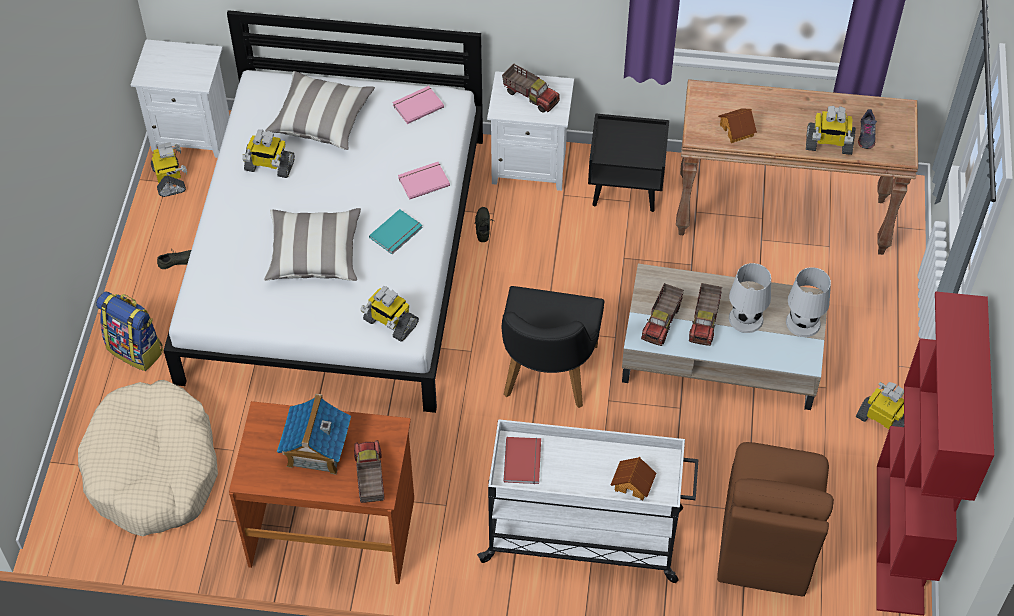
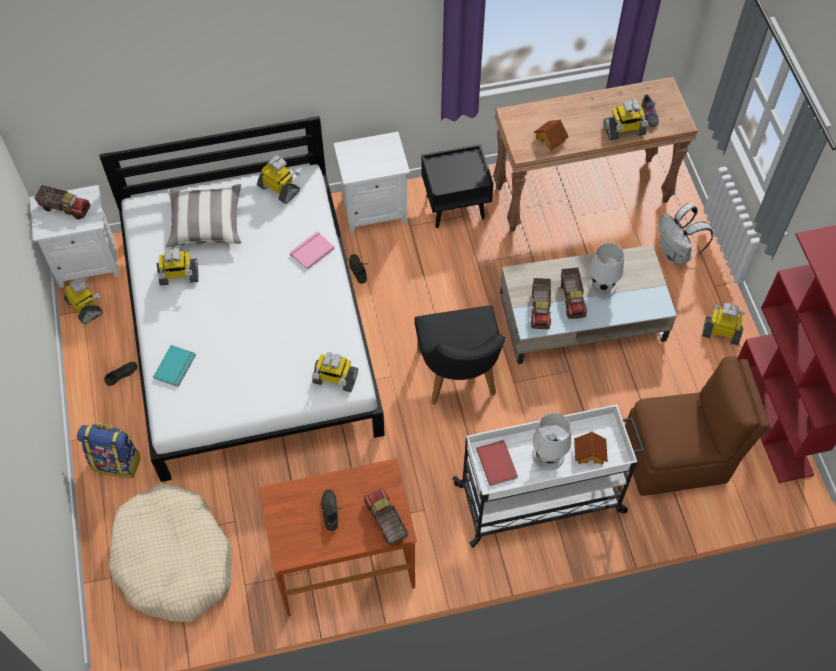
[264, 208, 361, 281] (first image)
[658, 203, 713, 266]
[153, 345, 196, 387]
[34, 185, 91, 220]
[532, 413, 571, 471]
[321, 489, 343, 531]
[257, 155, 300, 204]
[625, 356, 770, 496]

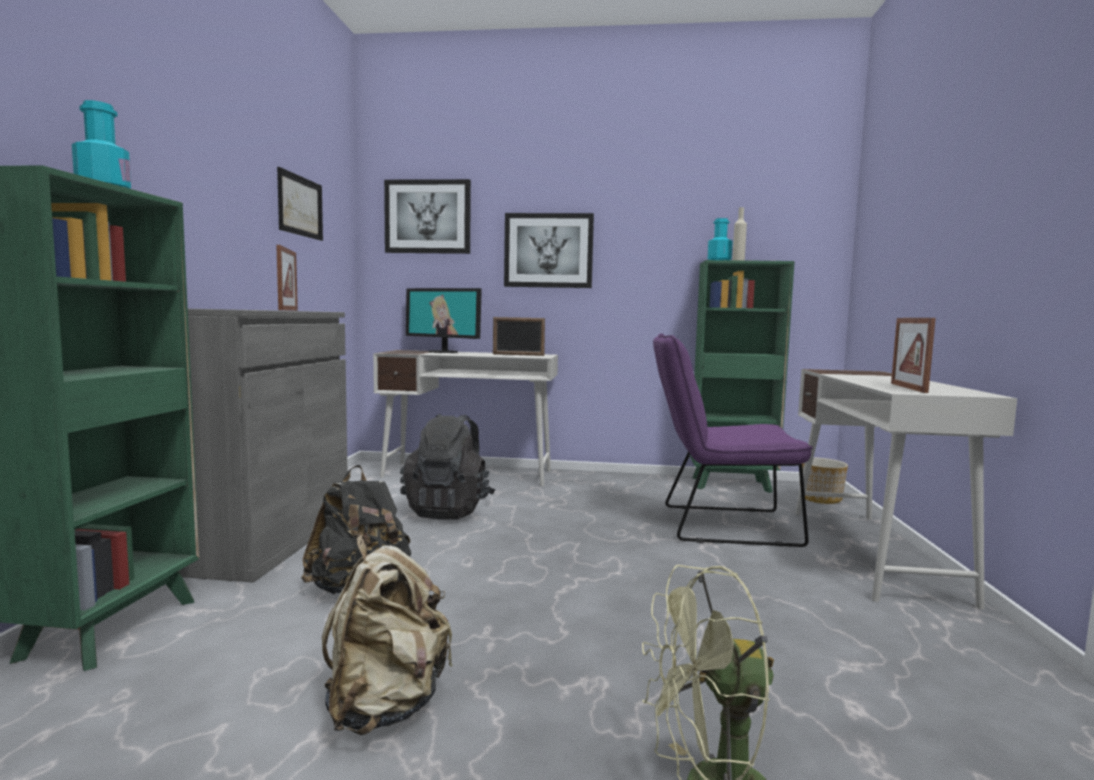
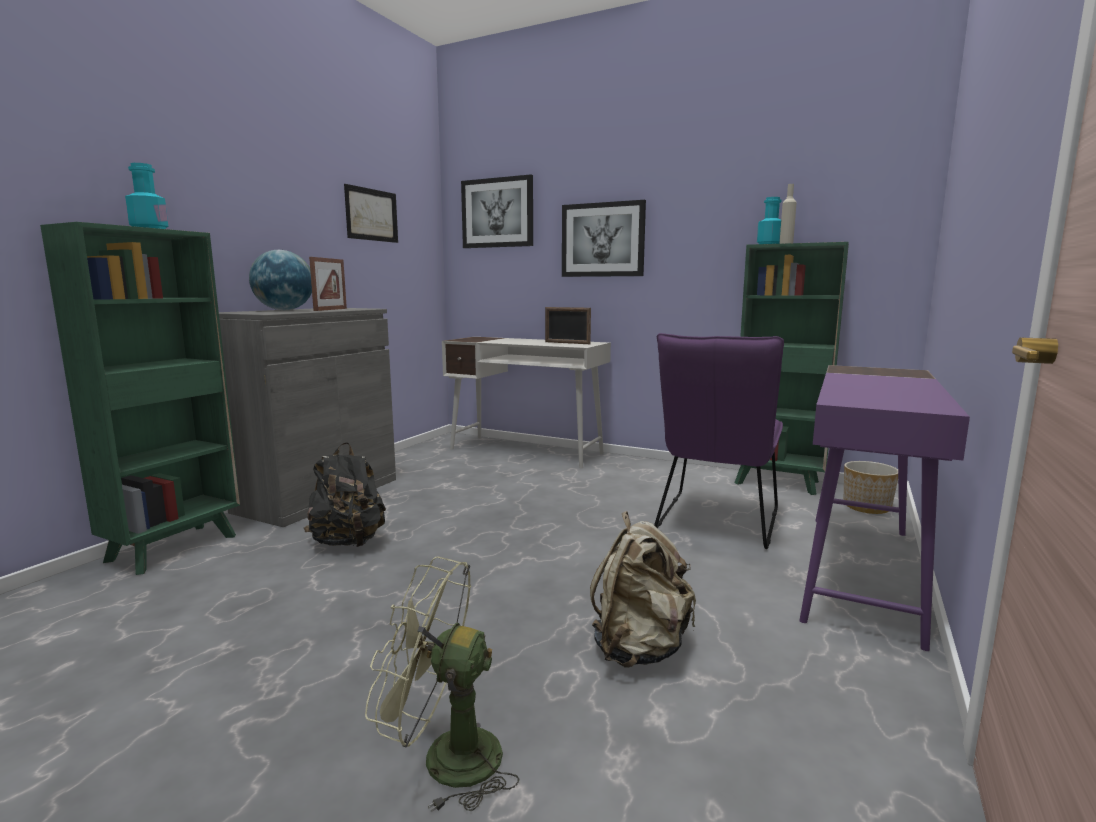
[400, 414, 495, 520] (first image)
[406, 288, 482, 353] (first image)
[891, 318, 936, 393] (first image)
[249, 250, 312, 310]
[590, 511, 696, 668]
[799, 365, 970, 651]
[654, 333, 784, 549]

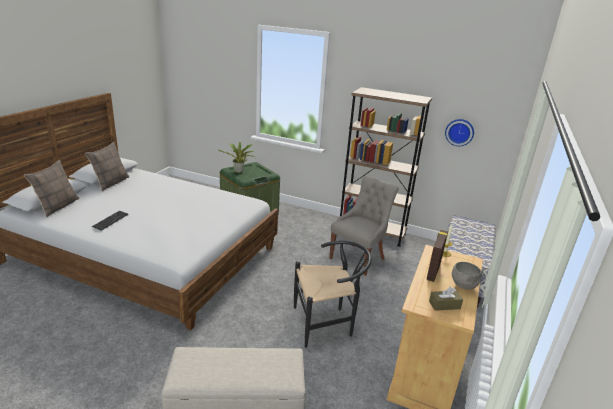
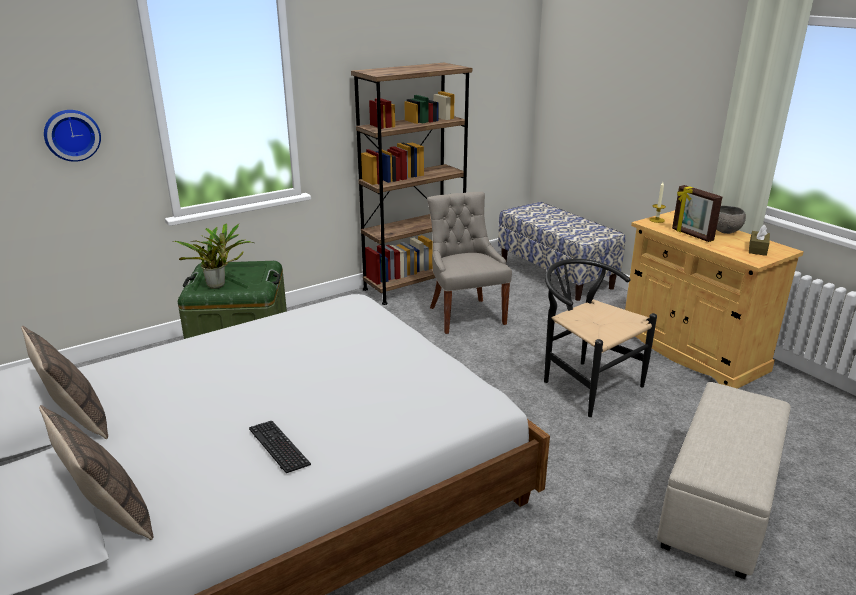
[44, 110, 101, 162]
[544, 259, 657, 417]

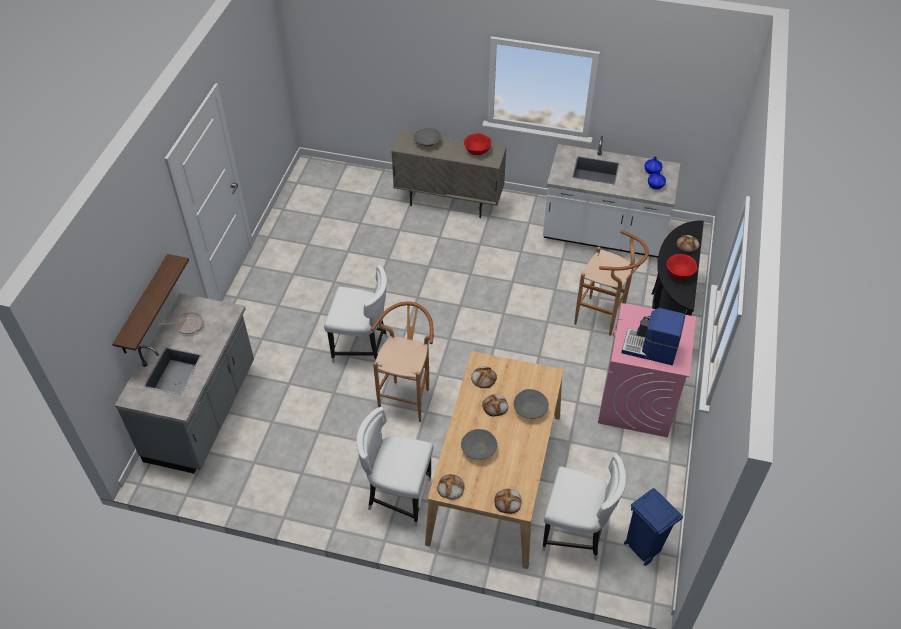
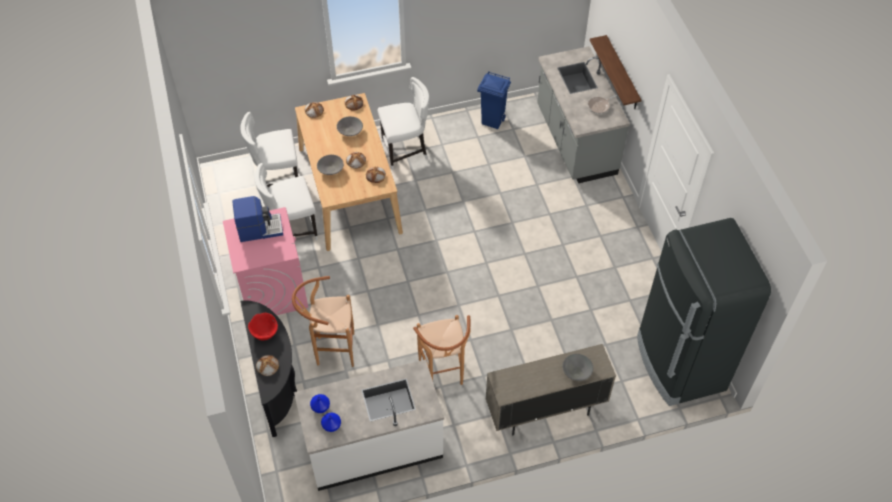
[464, 133, 491, 155] (first image)
[637, 218, 771, 406]
[254, 163, 318, 240]
[413, 315, 471, 385]
[477, 71, 511, 129]

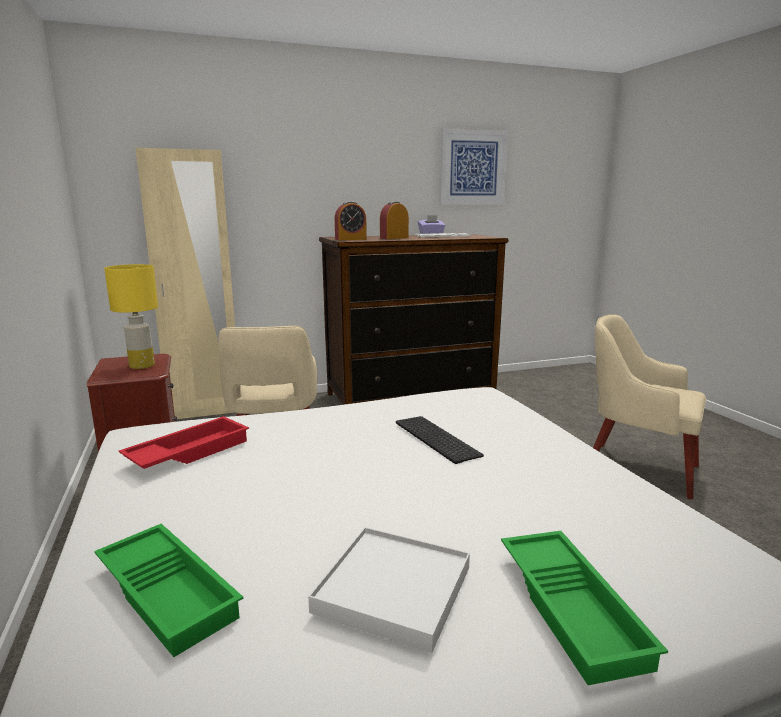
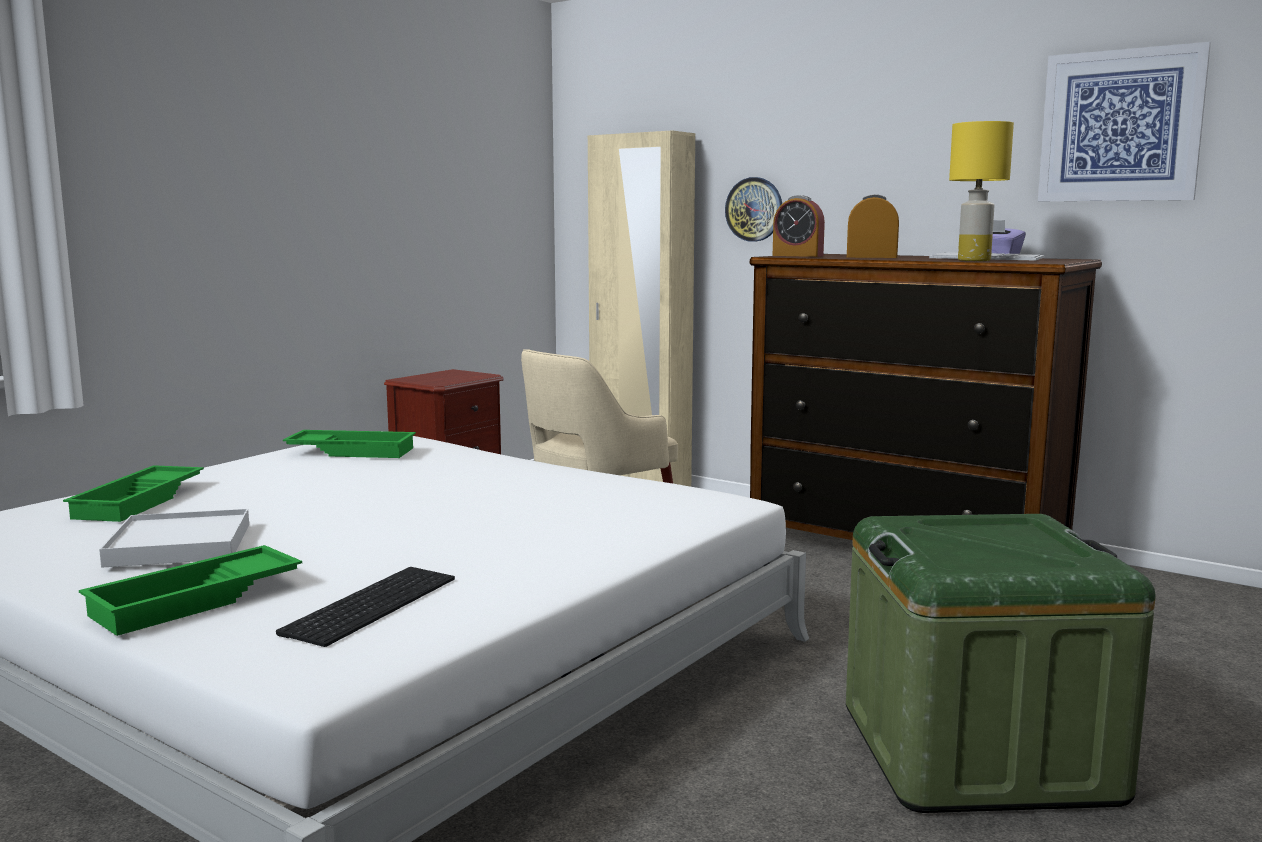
[725, 177, 782, 242]
[949, 121, 1014, 261]
[276, 567, 455, 647]
[846, 514, 1155, 813]
[283, 430, 416, 458]

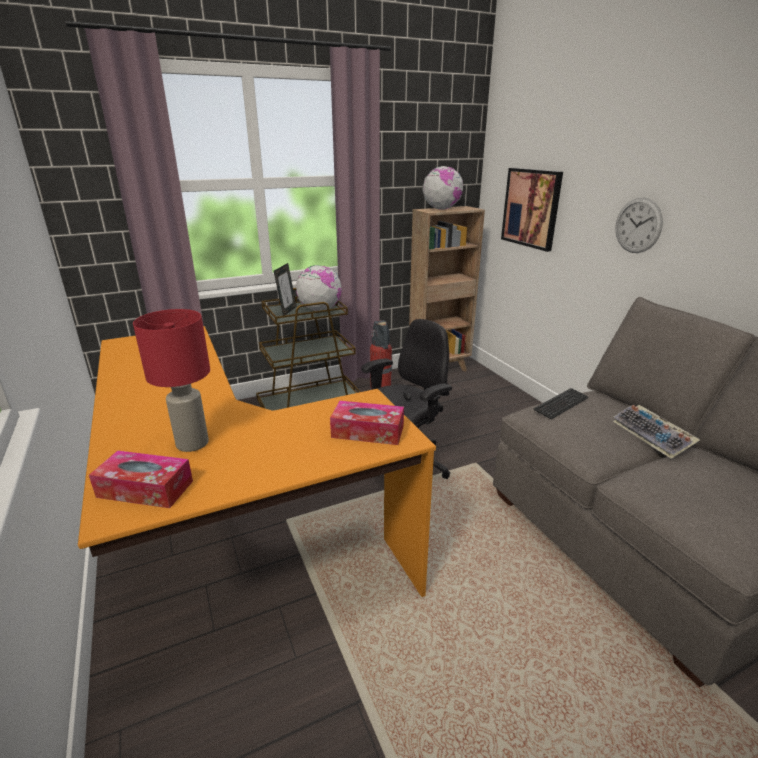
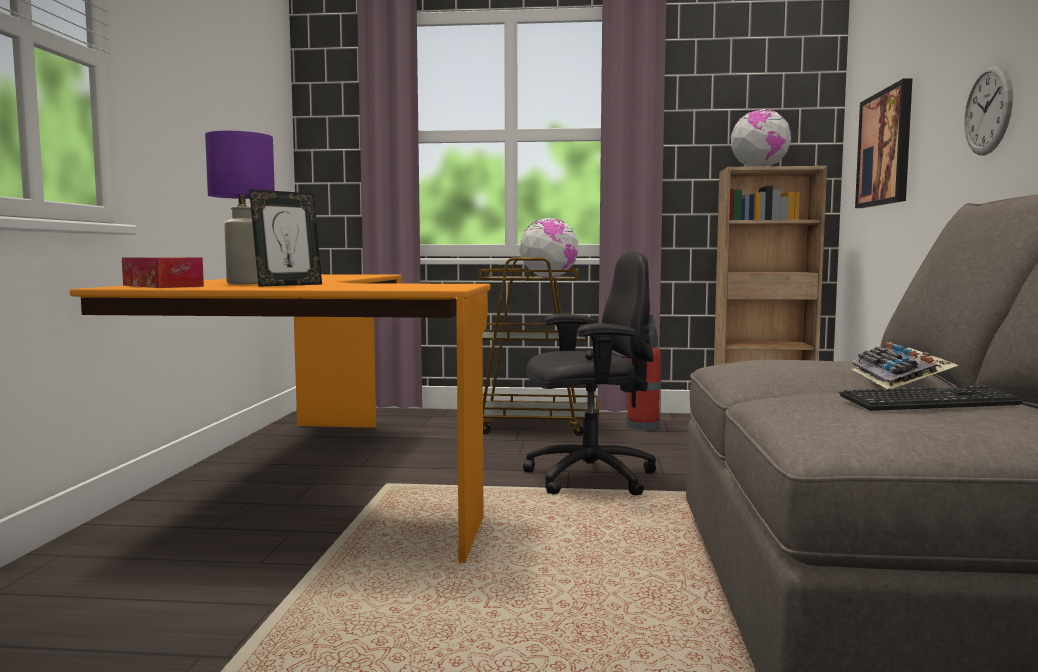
[330, 401, 404, 445] (first image)
[249, 189, 322, 287]
[839, 385, 1023, 411]
[205, 131, 275, 284]

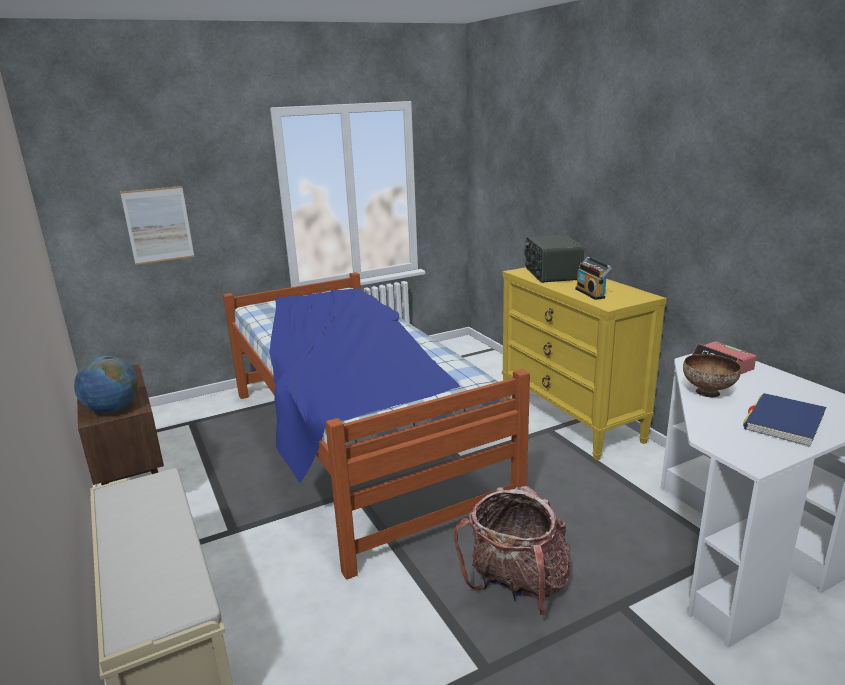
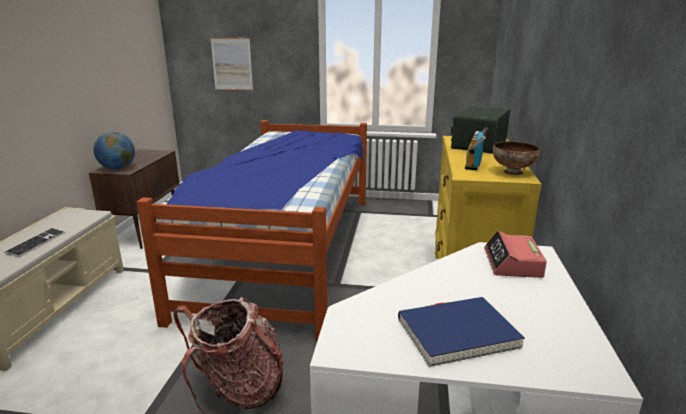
[4, 228, 65, 257]
[493, 141, 540, 175]

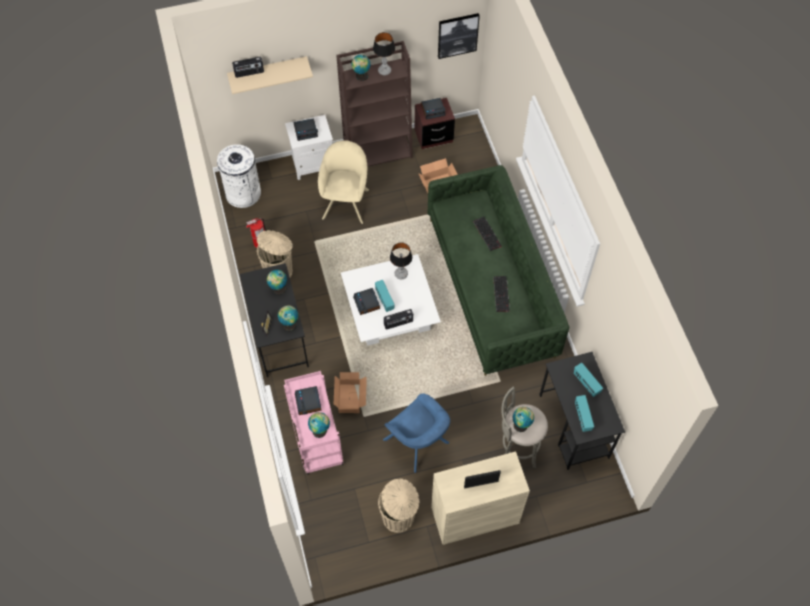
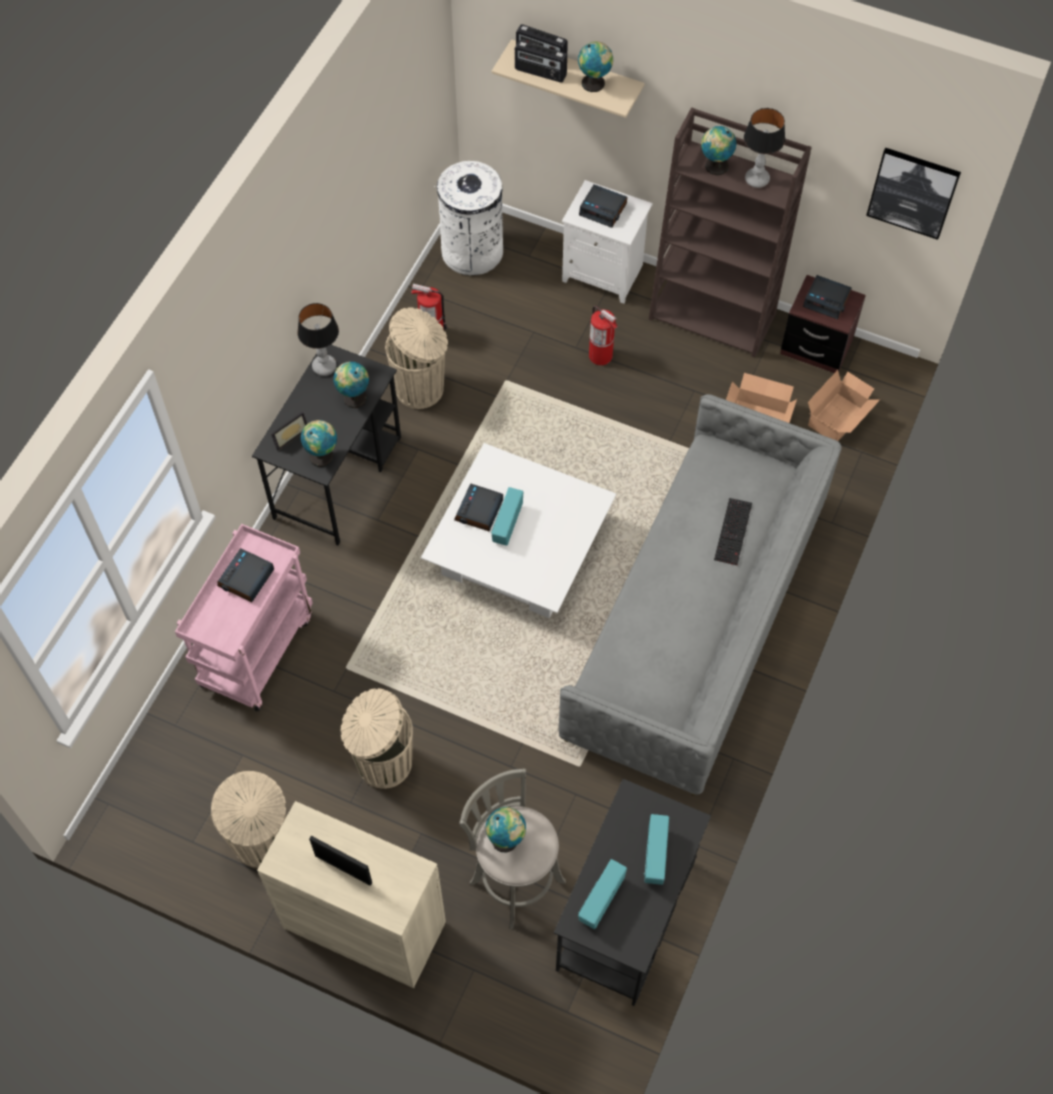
[493, 276, 510, 312] (first image)
[578, 41, 613, 92]
[808, 370, 880, 441]
[515, 40, 567, 83]
[297, 303, 339, 376]
[589, 306, 618, 365]
[341, 688, 413, 789]
[558, 394, 842, 796]

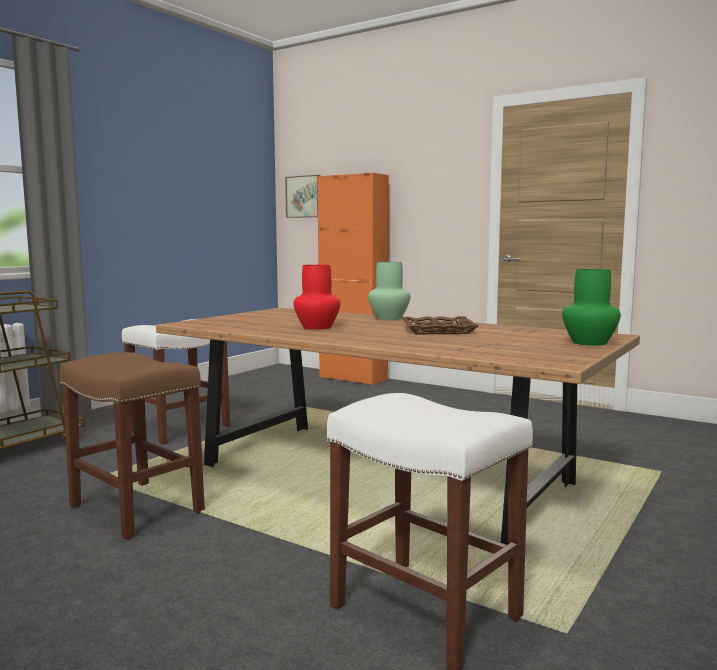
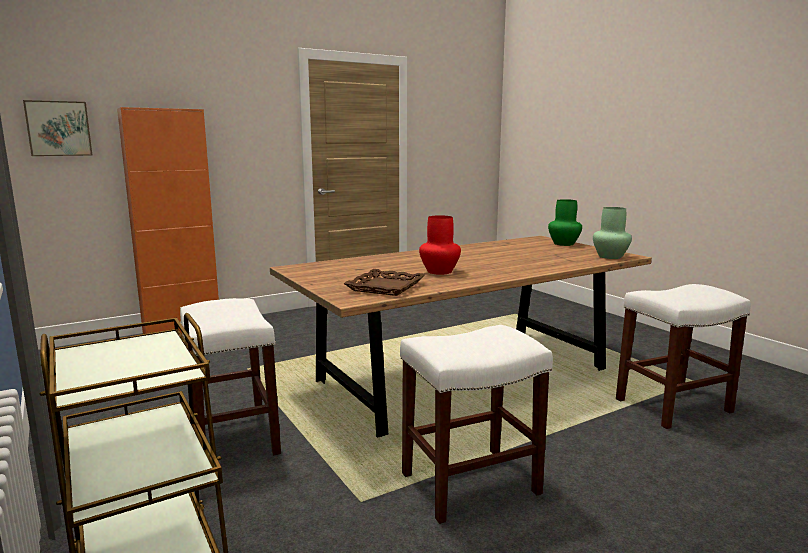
[593, 207, 632, 259]
[343, 269, 425, 296]
[400, 325, 553, 524]

